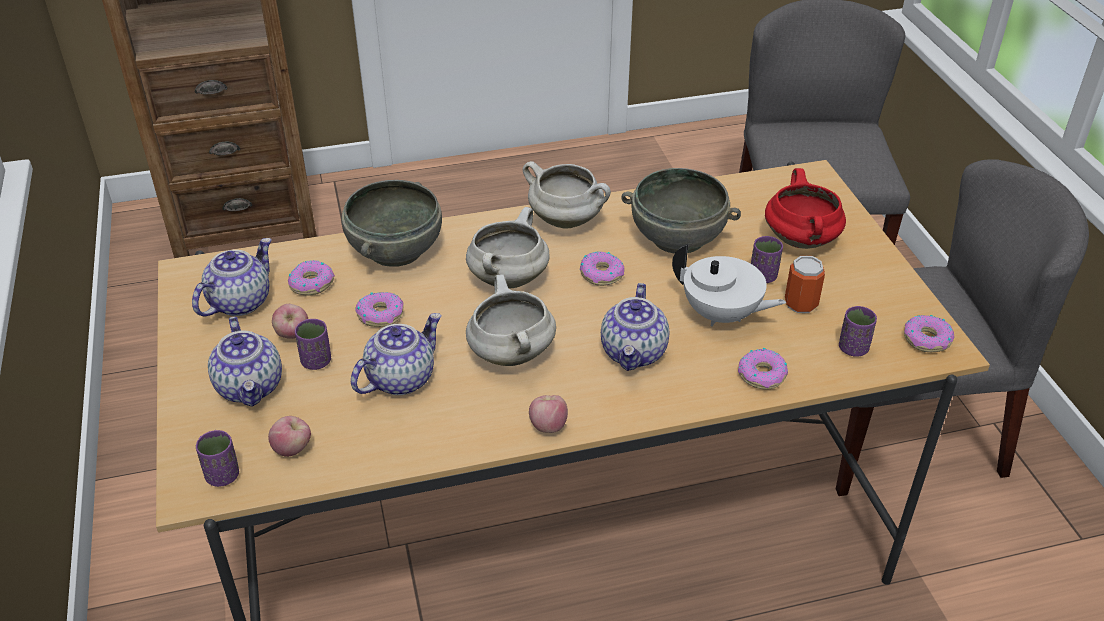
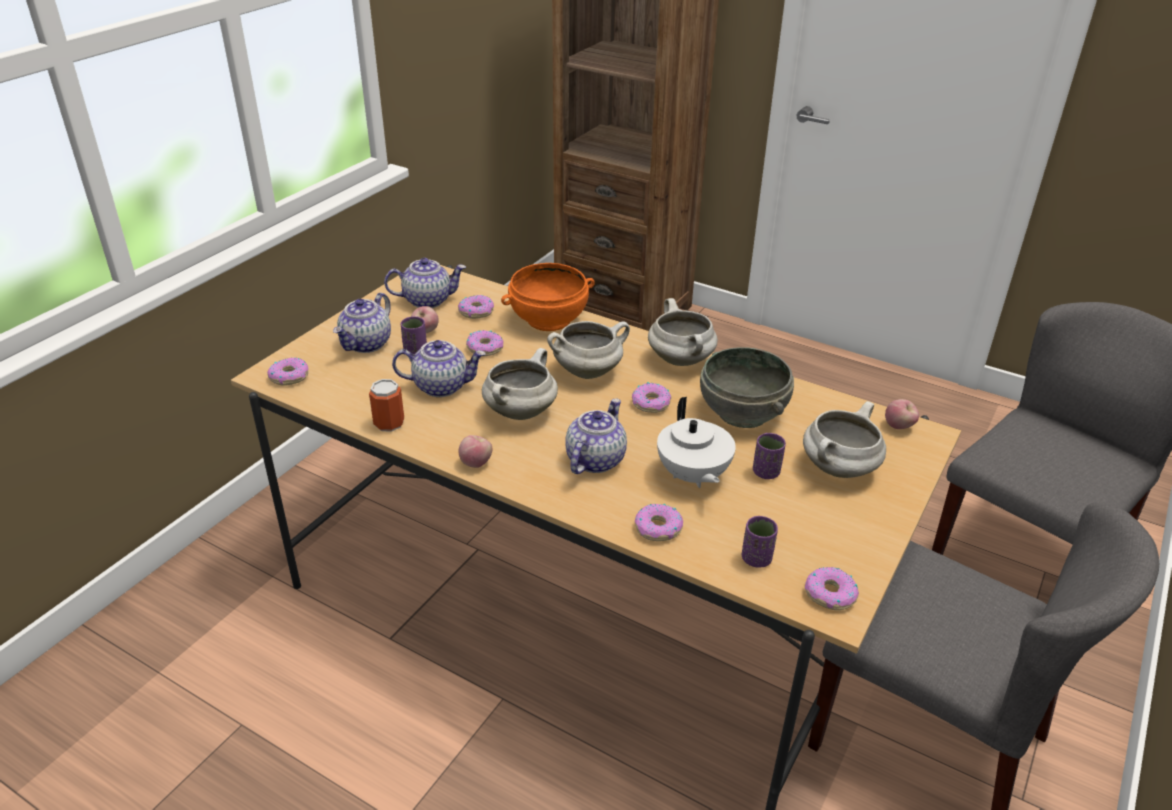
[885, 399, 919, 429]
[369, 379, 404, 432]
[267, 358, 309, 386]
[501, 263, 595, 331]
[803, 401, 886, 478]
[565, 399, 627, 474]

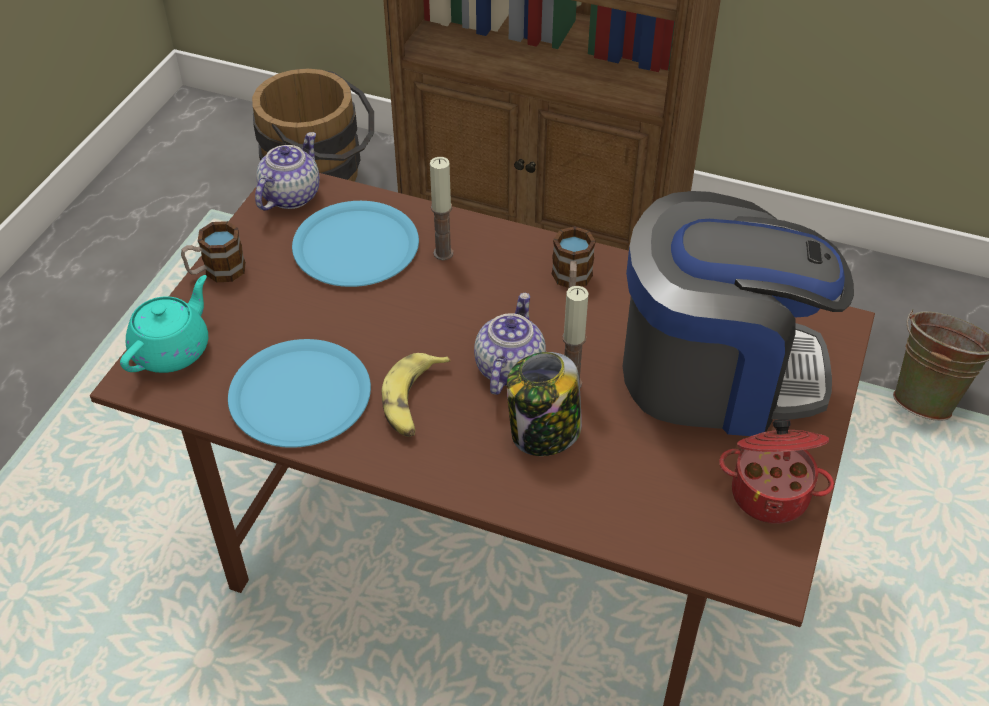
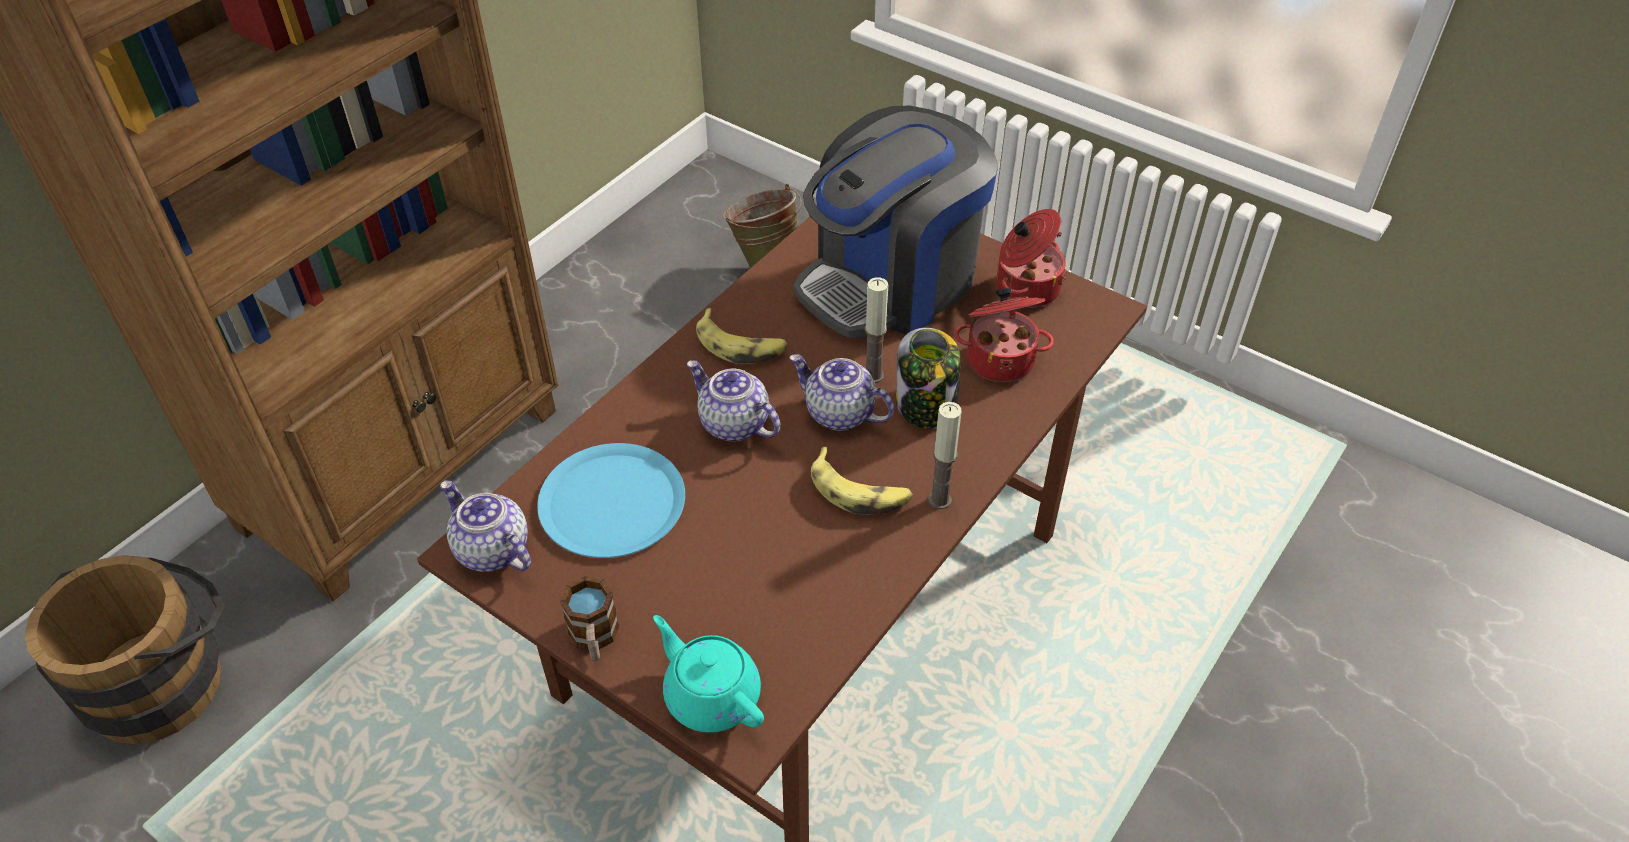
[228, 339, 371, 448] (first image)
[687, 360, 781, 442]
[954, 287, 1054, 382]
[928, 402, 961, 509]
[696, 308, 788, 364]
[794, 106, 998, 338]

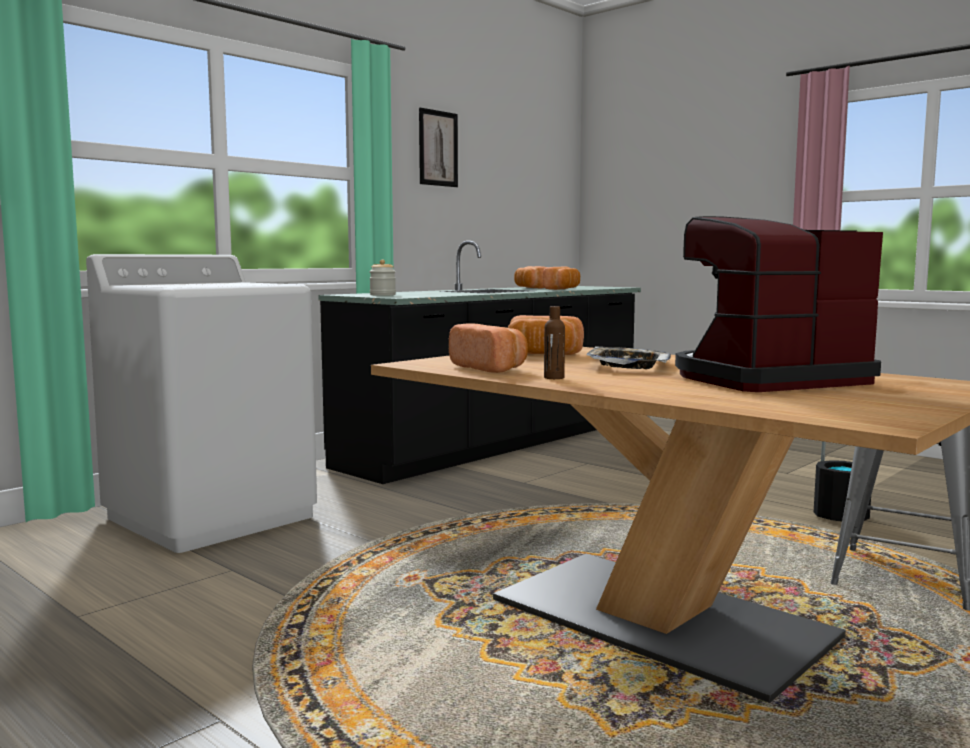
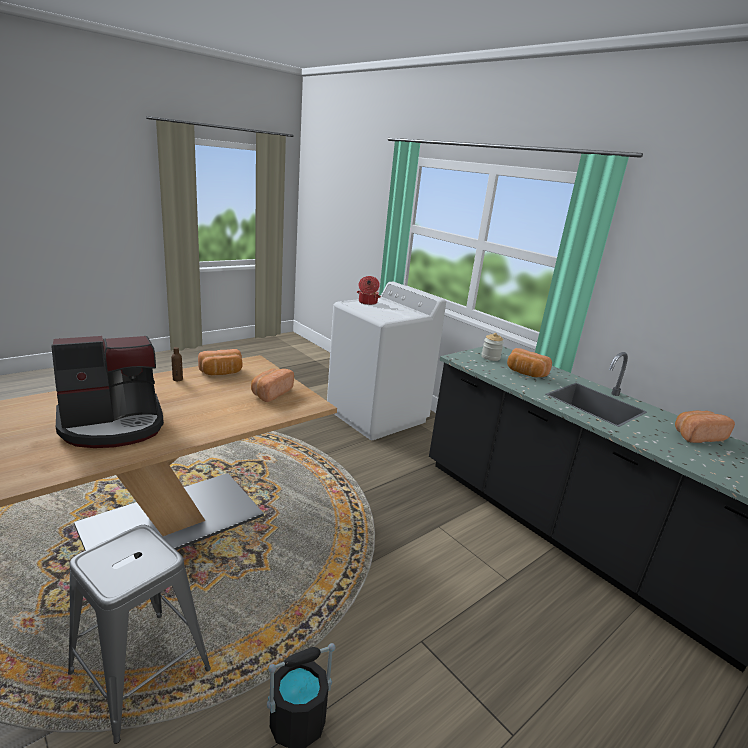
[419, 107, 458, 187] (first image)
[586, 347, 671, 369] (first image)
[357, 276, 381, 305]
[507, 348, 552, 377]
[51, 336, 164, 448]

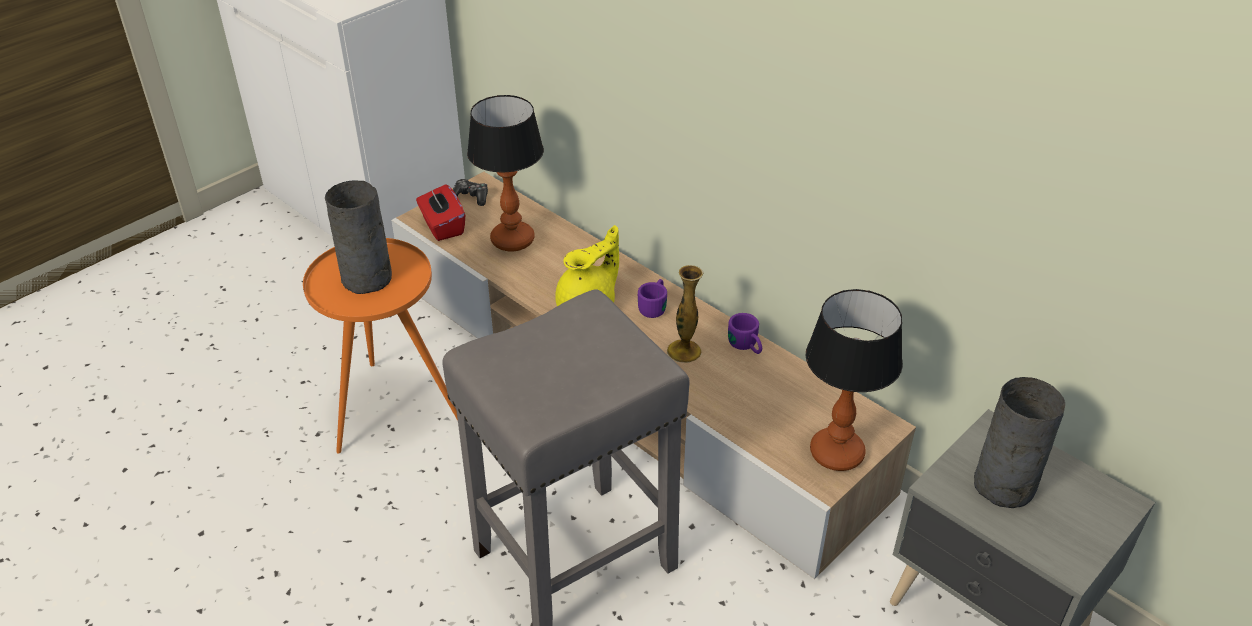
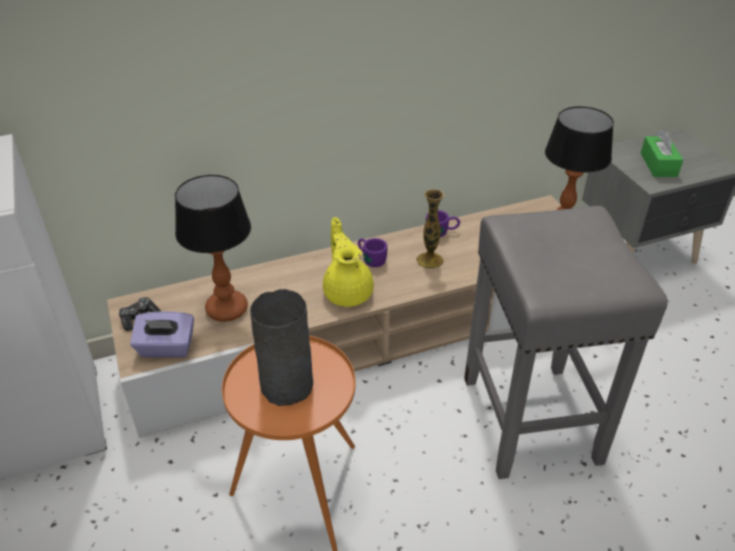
[641, 130, 683, 177]
[130, 311, 194, 358]

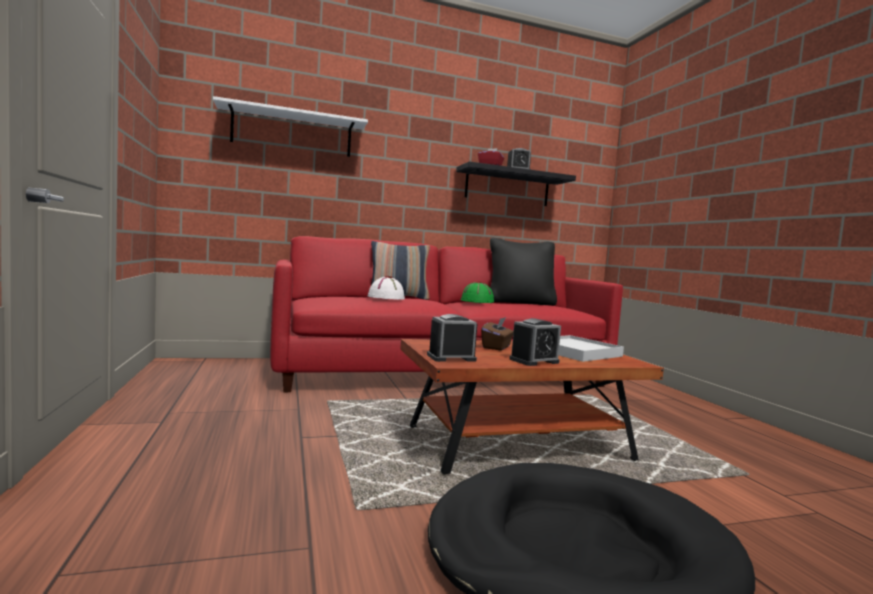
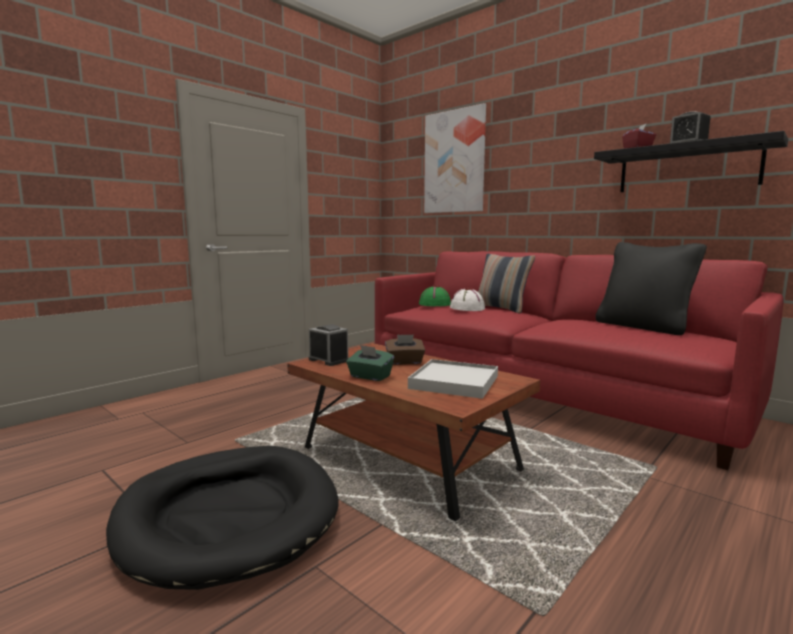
[419, 286, 451, 306]
[424, 103, 486, 213]
[346, 345, 394, 381]

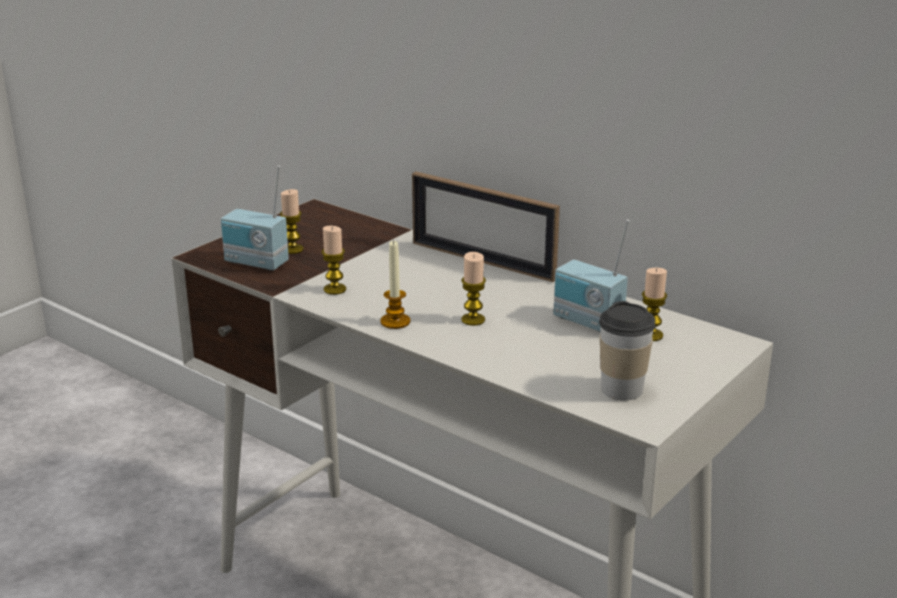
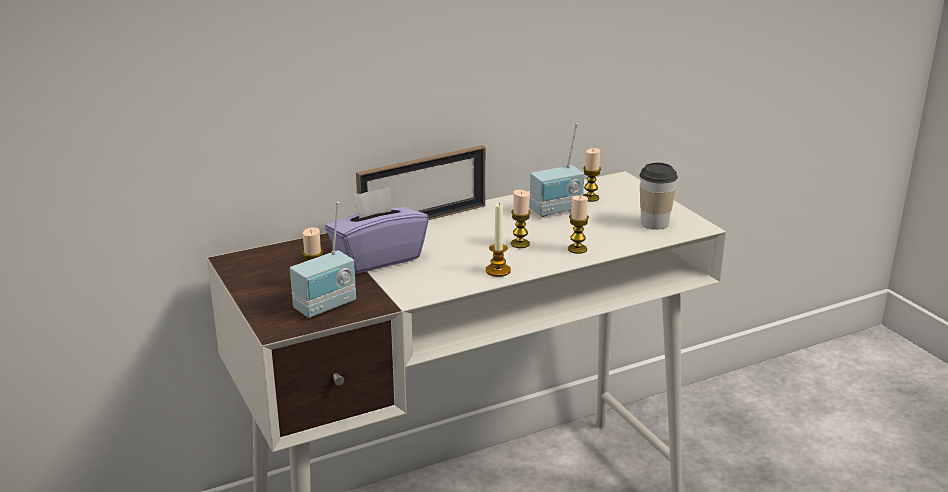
[325, 187, 429, 274]
[568, 196, 589, 254]

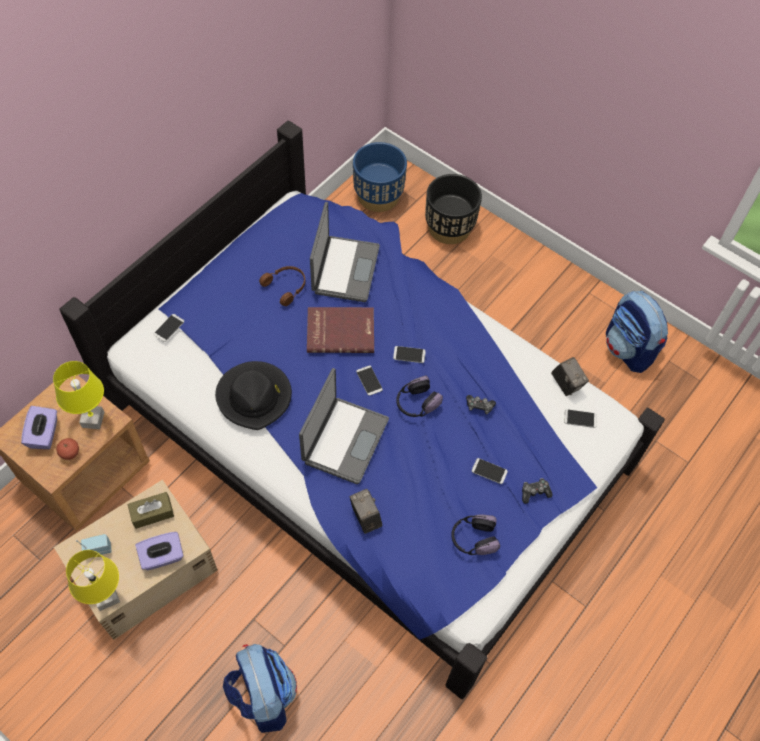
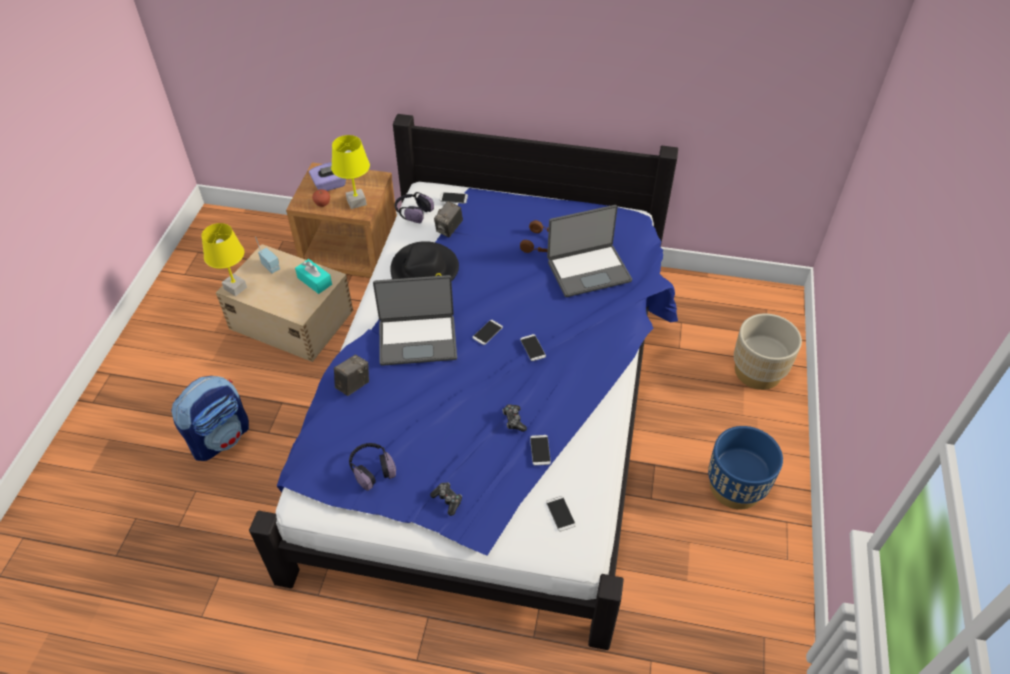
[135, 532, 184, 570] (first image)
[307, 307, 374, 353] (first image)
[606, 291, 668, 373] (first image)
[708, 426, 783, 509]
[395, 192, 434, 223]
[530, 435, 551, 465]
[434, 201, 463, 237]
[295, 259, 332, 294]
[734, 313, 802, 390]

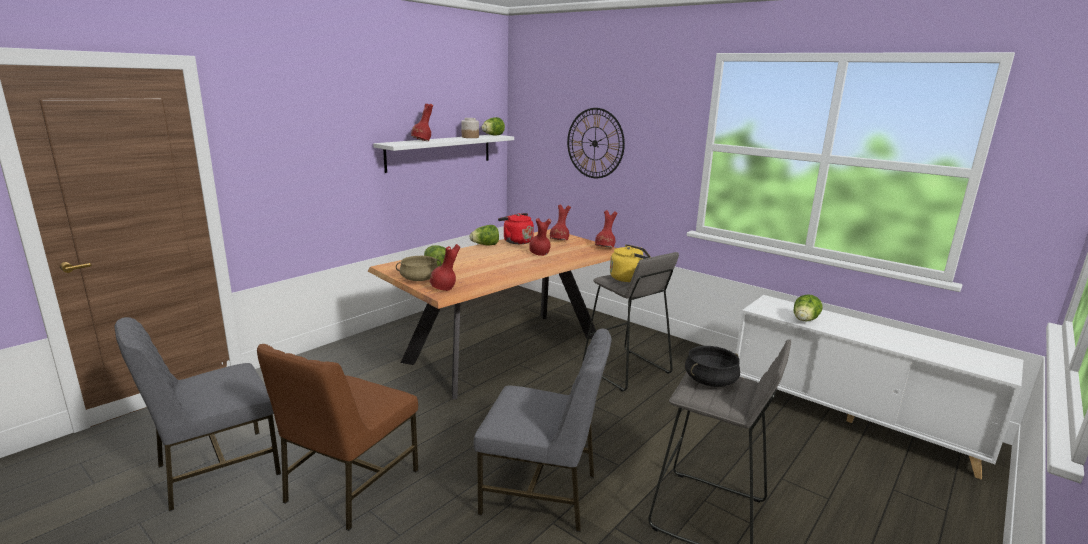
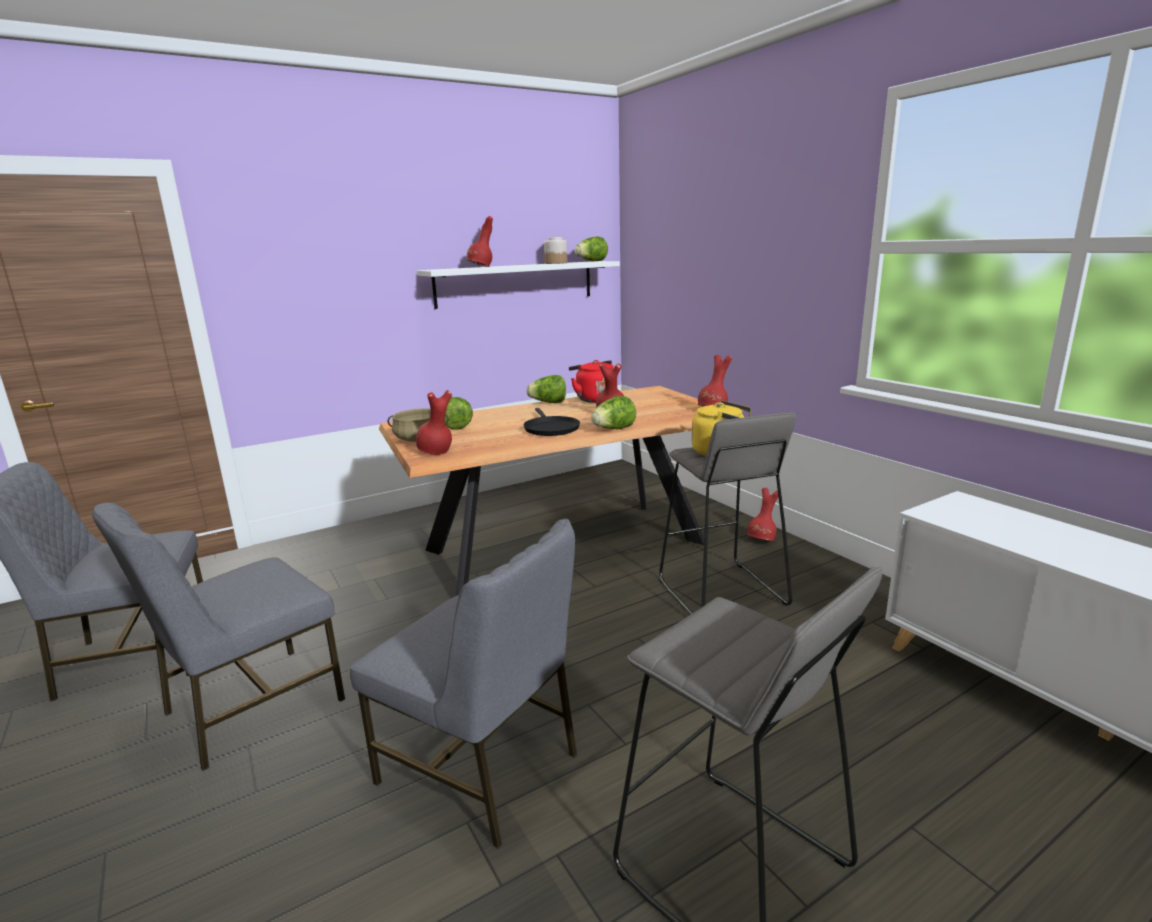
[567, 108, 625, 178] (first image)
[685, 346, 740, 387] (first image)
[524, 408, 580, 436]
[747, 488, 778, 541]
[591, 396, 636, 429]
[92, 503, 345, 771]

